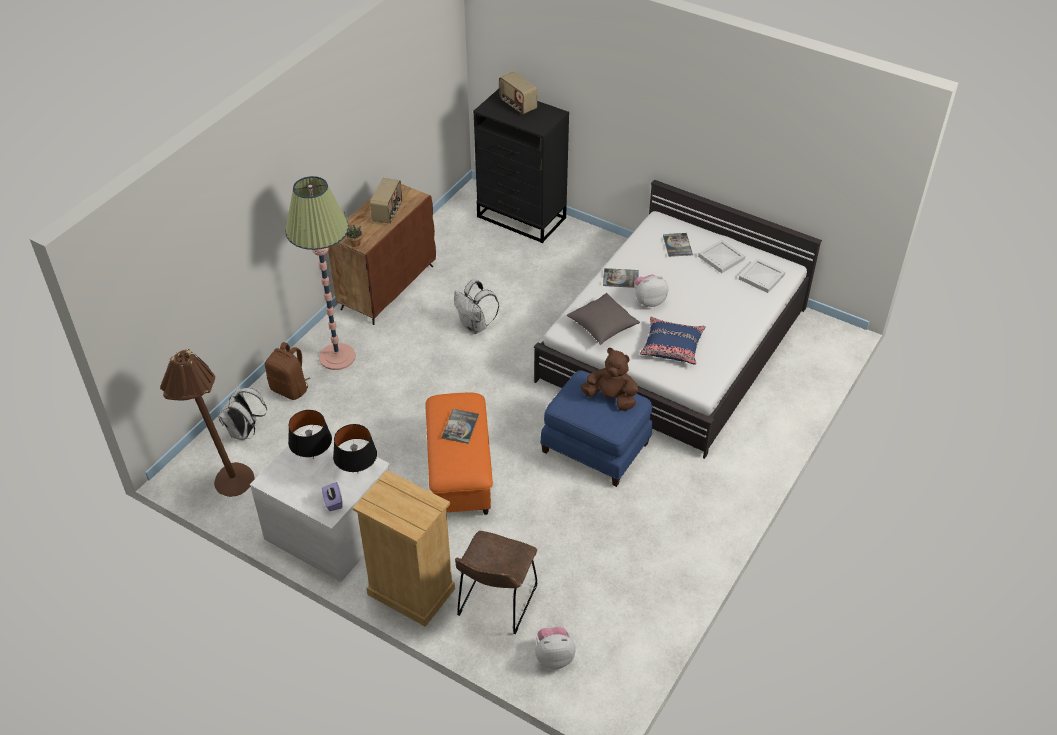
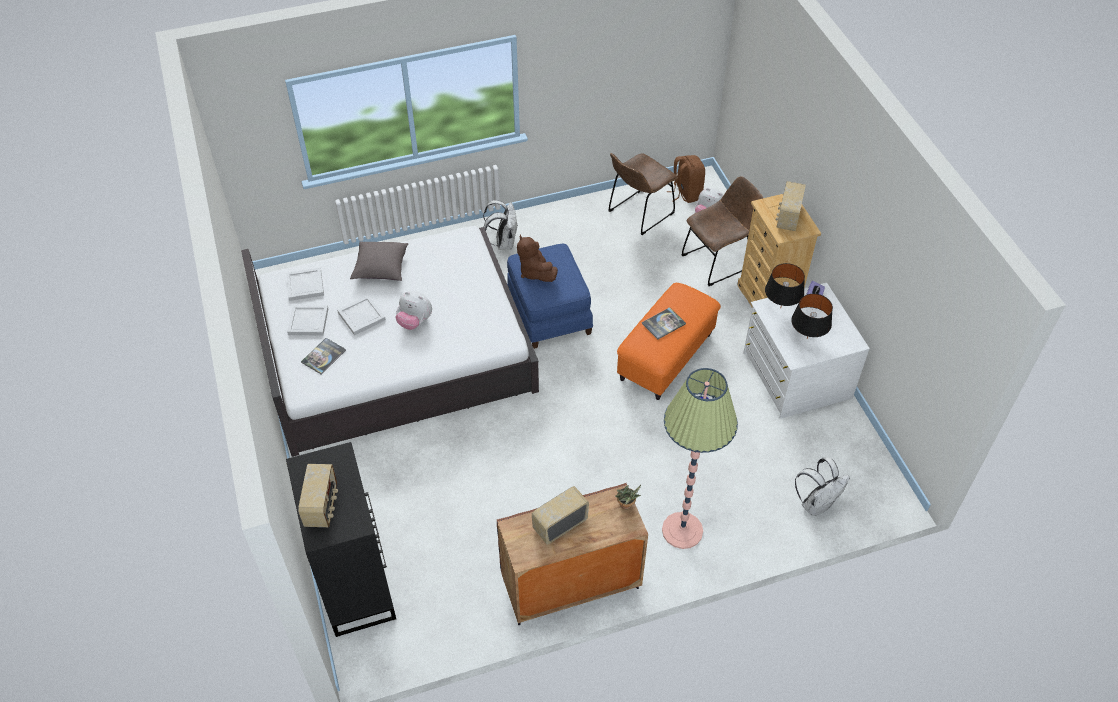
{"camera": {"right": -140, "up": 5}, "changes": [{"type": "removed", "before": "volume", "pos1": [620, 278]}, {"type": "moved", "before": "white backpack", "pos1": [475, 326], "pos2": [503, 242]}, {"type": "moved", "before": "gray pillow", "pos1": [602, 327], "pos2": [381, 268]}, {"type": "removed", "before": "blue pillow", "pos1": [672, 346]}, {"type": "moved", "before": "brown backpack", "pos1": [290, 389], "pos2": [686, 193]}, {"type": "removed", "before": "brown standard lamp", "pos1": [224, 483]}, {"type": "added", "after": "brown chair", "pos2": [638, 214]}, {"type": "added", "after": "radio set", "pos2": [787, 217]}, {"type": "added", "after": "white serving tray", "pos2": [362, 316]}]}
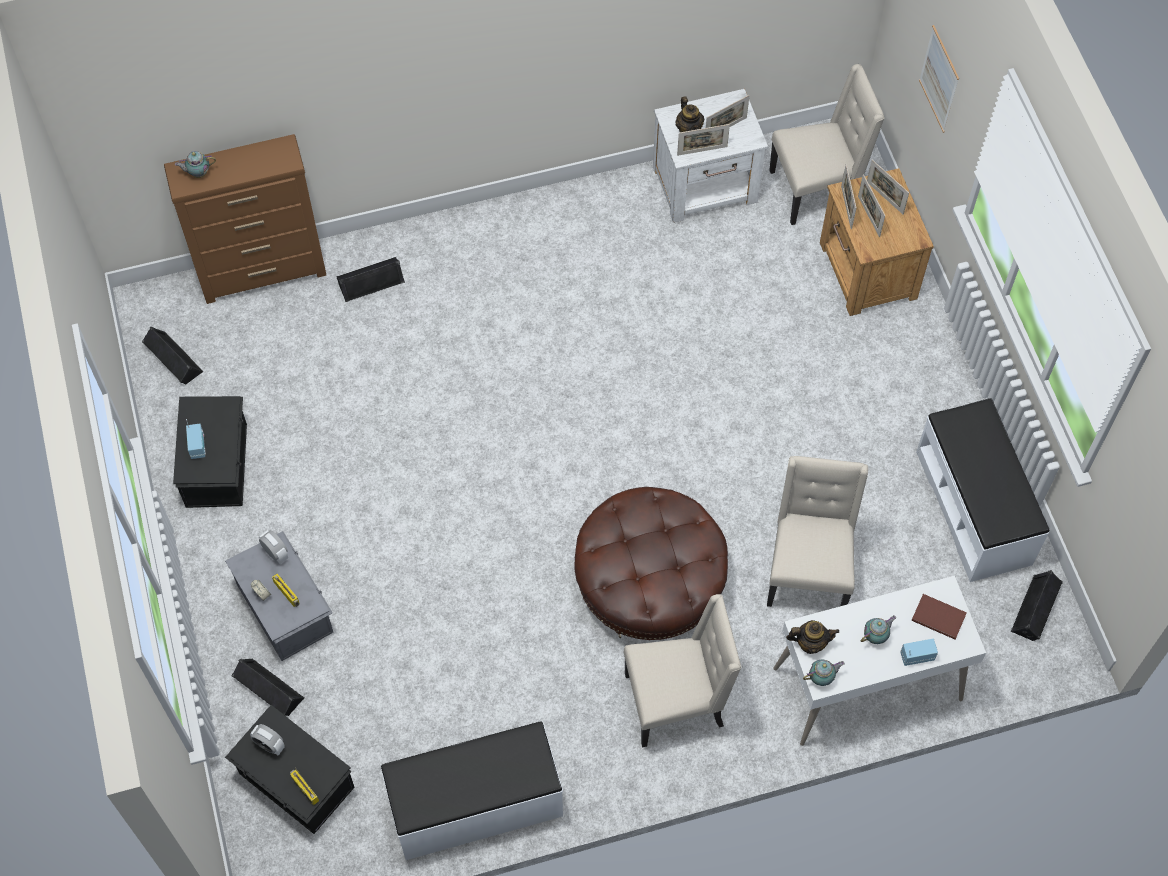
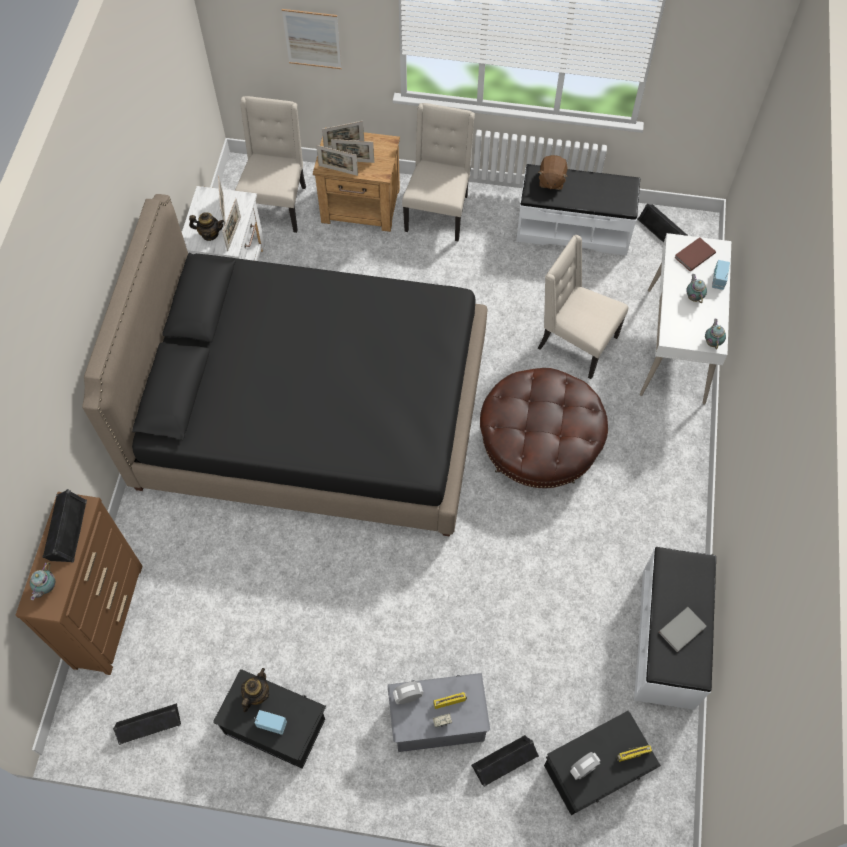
{"camera": {"right": -65, "up": 0}, "changes": [{"type": "moved", "before": "black audio speaker", "pos1": [370, 281], "pos2": [65, 530]}, {"type": "moved", "before": "beige-coloured chair", "pos1": [676, 701], "pos2": [438, 212]}, {"type": "moved", "before": "pot for tea", "pos1": [810, 643], "pos2": [256, 694]}, {"type": "added", "after": "brown cuddly toy", "pos2": [551, 180]}, {"type": "added", "after": "black bed", "pos2": [313, 413]}, {"type": "added", "after": "gray volume", "pos2": [683, 630]}]}
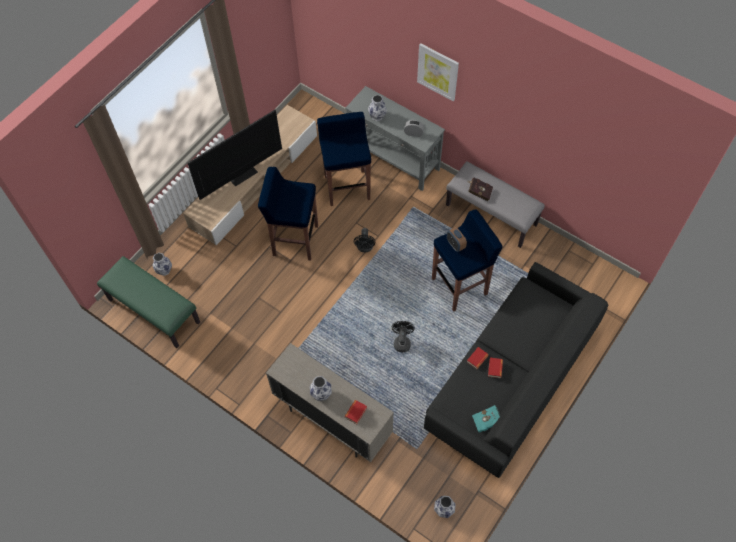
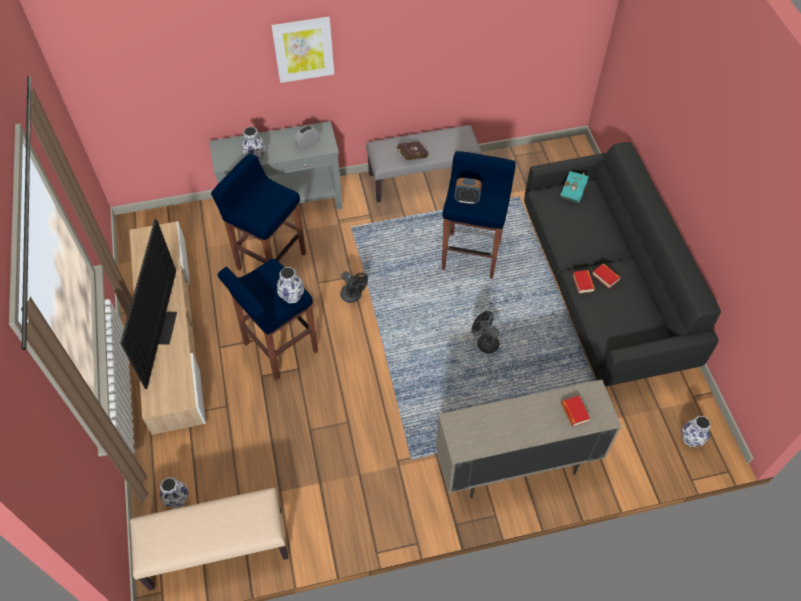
{"camera": {"right": -50, "up": -5}, "changes": [{"type": "recoloured", "before": "green-coloured long seat", "after": "beige-coloured long seat", "pos1": [153, 311], "pos2": [216, 550]}, {"type": "moved", "before": "vase", "pos1": [321, 394], "pos2": [291, 296]}, {"type": "moved", "before": "turquoise volume", "pos1": [487, 421], "pos2": [573, 191]}]}
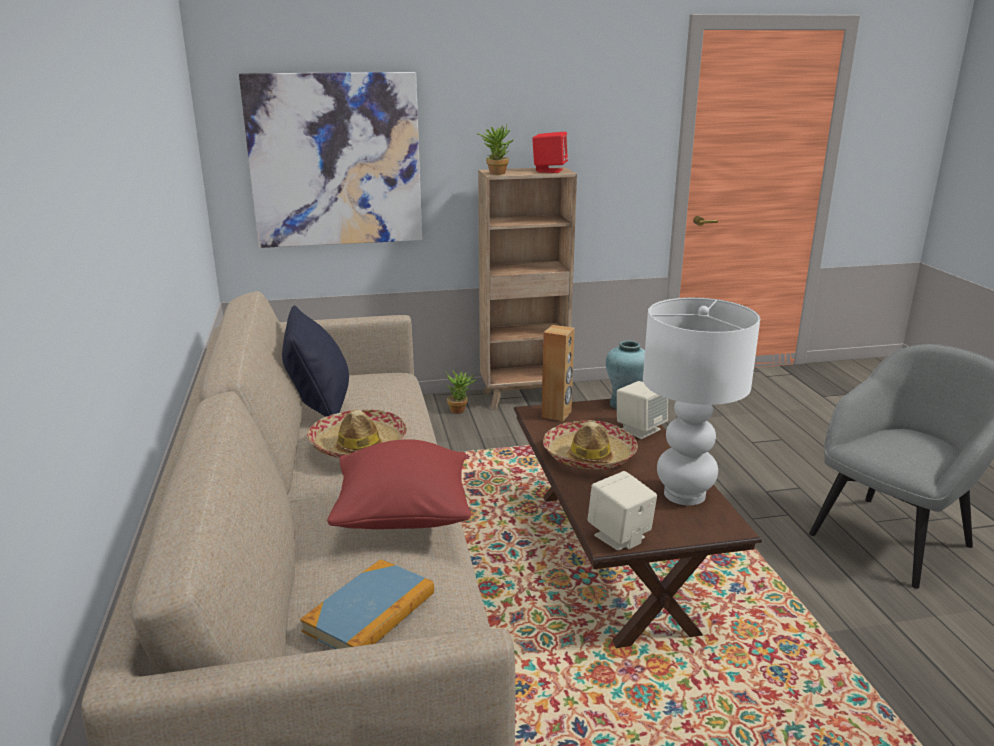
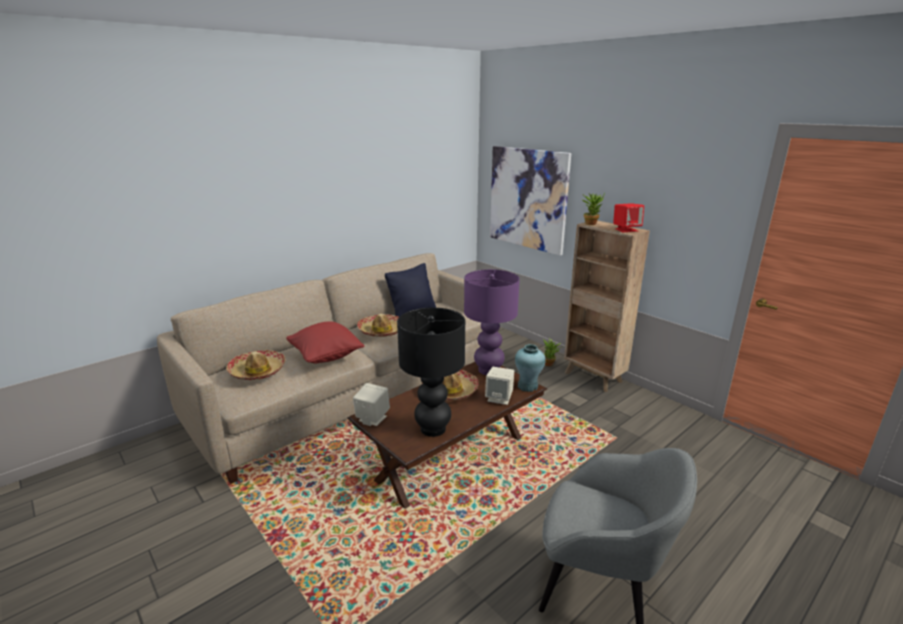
{"camera": {"right": 60, "up": 0}, "changes": [{"type": "recoloured", "before": "white table lamp", "after": "black table lamp", "pos1": [684, 495], "pos2": [432, 429]}, {"type": "replaced", "before": "brown audio speaker", "after": "purple table lamp", "pos1": [557, 414], "pos2": [489, 370]}, {"type": "replaced", "before": "volume", "after": "clothing hat", "pos1": [370, 612], "pos2": [257, 371]}]}
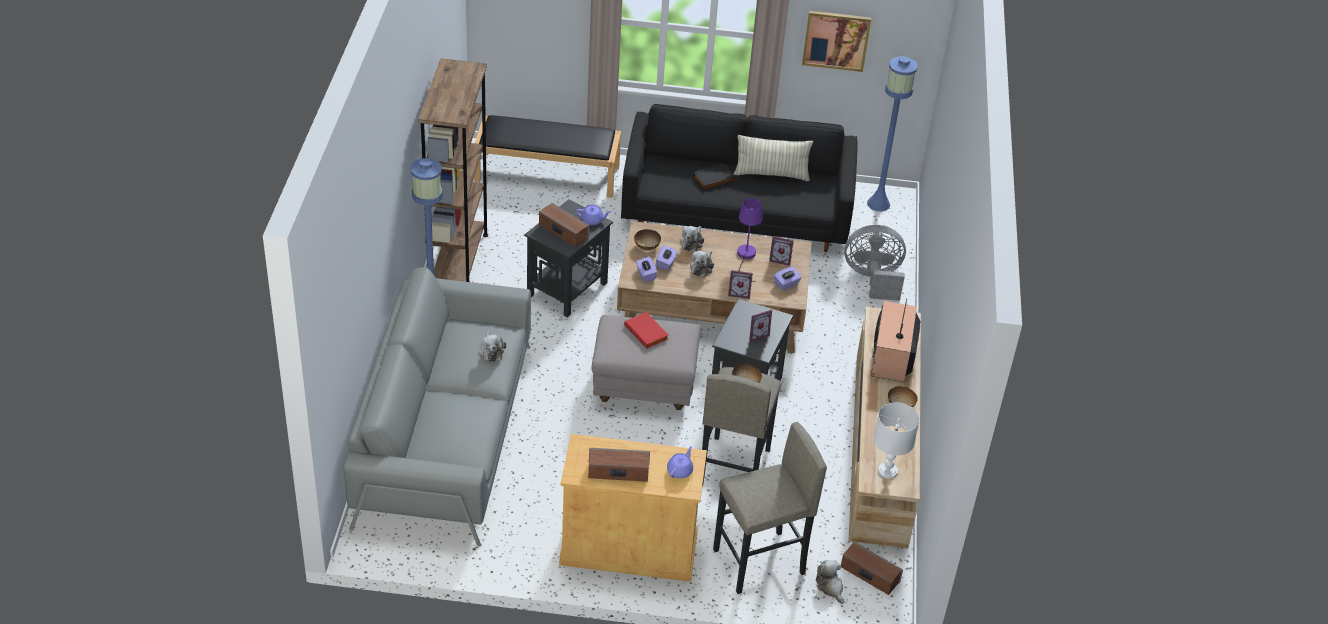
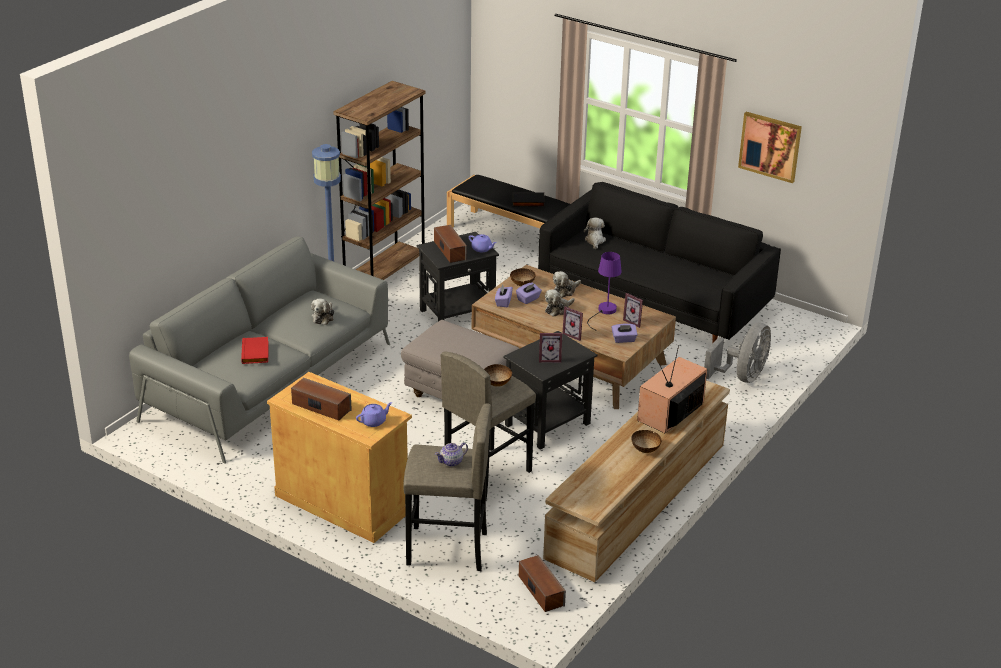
{"camera": {"right": 30, "up": -10}, "changes": [{"type": "removed", "before": "blue standard lamp", "pos1": [878, 203]}, {"type": "removed", "before": "pillow", "pos1": [771, 174]}, {"type": "moved", "before": "black volume", "pos1": [714, 179], "pos2": [528, 202]}, {"type": "turned", "before": "gray fan", "pos1": [873, 279], "pos2": [742, 377], "turn": 90}, {"type": "moved", "before": "red-coloured volume", "pos1": [647, 332], "pos2": [256, 353]}, {"type": "removed", "before": "white table lamp", "pos1": [887, 471]}, {"type": "moved", "before": "cuddly toy", "pos1": [830, 587], "pos2": [595, 241]}, {"type": "added", "after": "pot for tea", "pos2": [451, 462]}]}
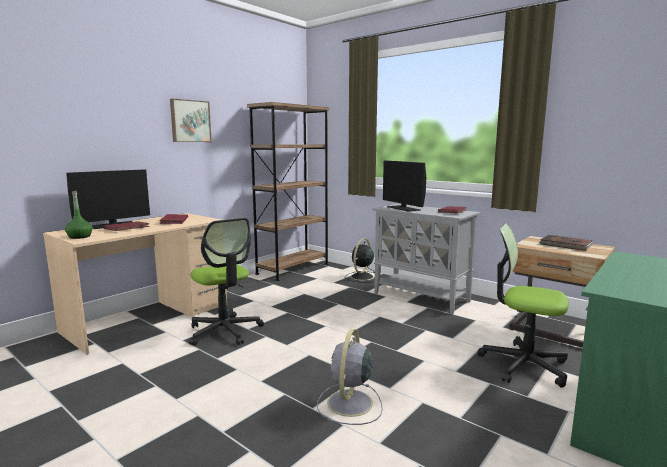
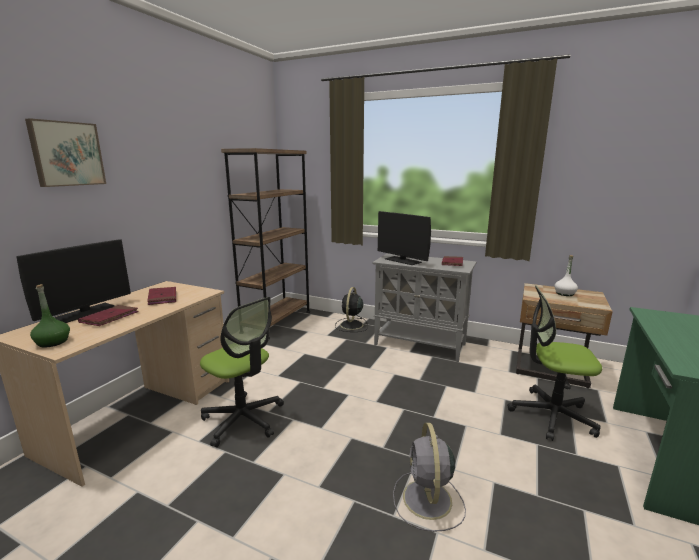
{"camera": {"right": -15, "up": 5}, "changes": [{"type": "moved", "before": "picture", "pos1": [190, 121], "pos2": [66, 154]}, {"type": "replaced", "before": "brown volume", "after": "white drink bottle", "pos1": [565, 245], "pos2": [564, 294]}]}
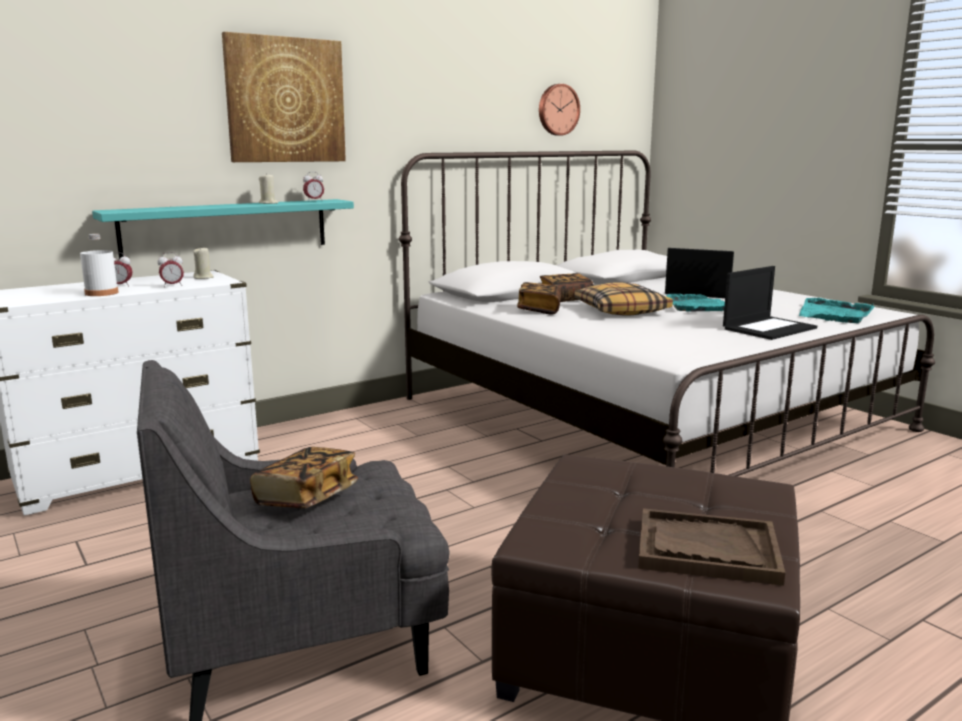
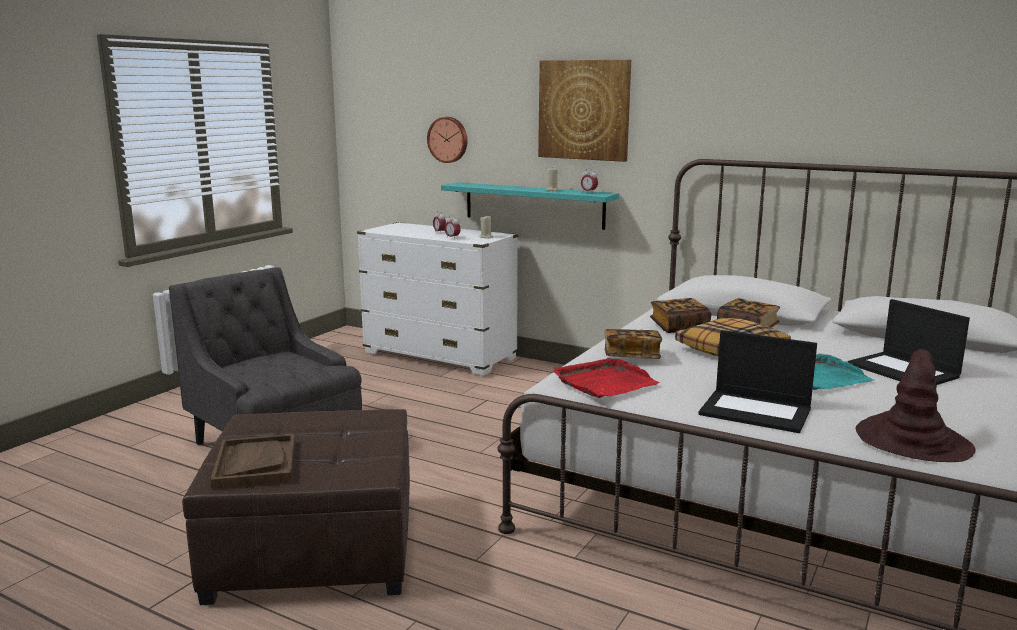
{"camera": {"right": 65, "up": 0}, "changes": [{"type": "moved", "before": "clock on the wall", "pos1": [557, 109], "pos2": [448, 139]}, {"type": "removed", "before": "white drink bottle", "pos1": [101, 293]}, {"type": "turned", "before": "notebook computer", "pos1": [699, 292], "pos2": [904, 371], "turn": 150}, {"type": "replaced", "before": "turquoise serving tray", "after": "brown clothing hat", "pos1": [834, 314], "pos2": [912, 441]}, {"type": "moved", "before": "volume", "pos1": [306, 498], "pos2": [631, 357]}, {"type": "added", "after": "red-coloured serving tray", "pos2": [604, 382]}]}
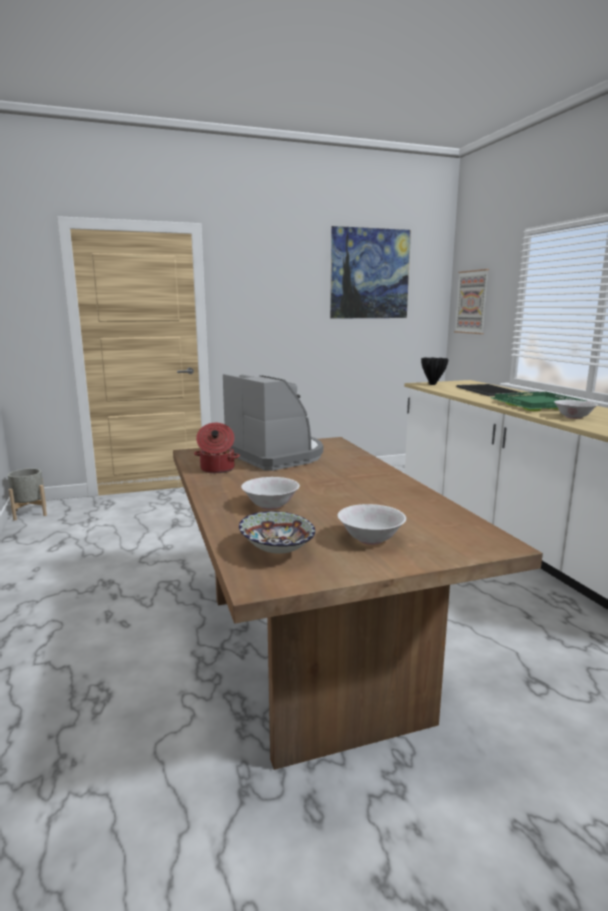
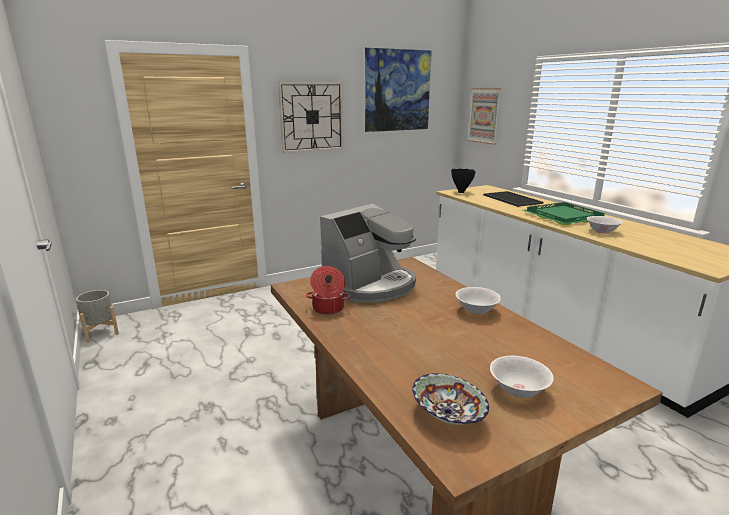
{"camera": {"right": -10, "up": 5}, "changes": [{"type": "turned", "before": "coffee machine", "pos1": [276, 455], "pos2": [370, 285], "turn": 90}, {"type": "moved", "before": "white serving bowl", "pos1": [270, 505], "pos2": [476, 310]}, {"type": "added", "after": "clock on the wall", "pos2": [311, 117]}]}
